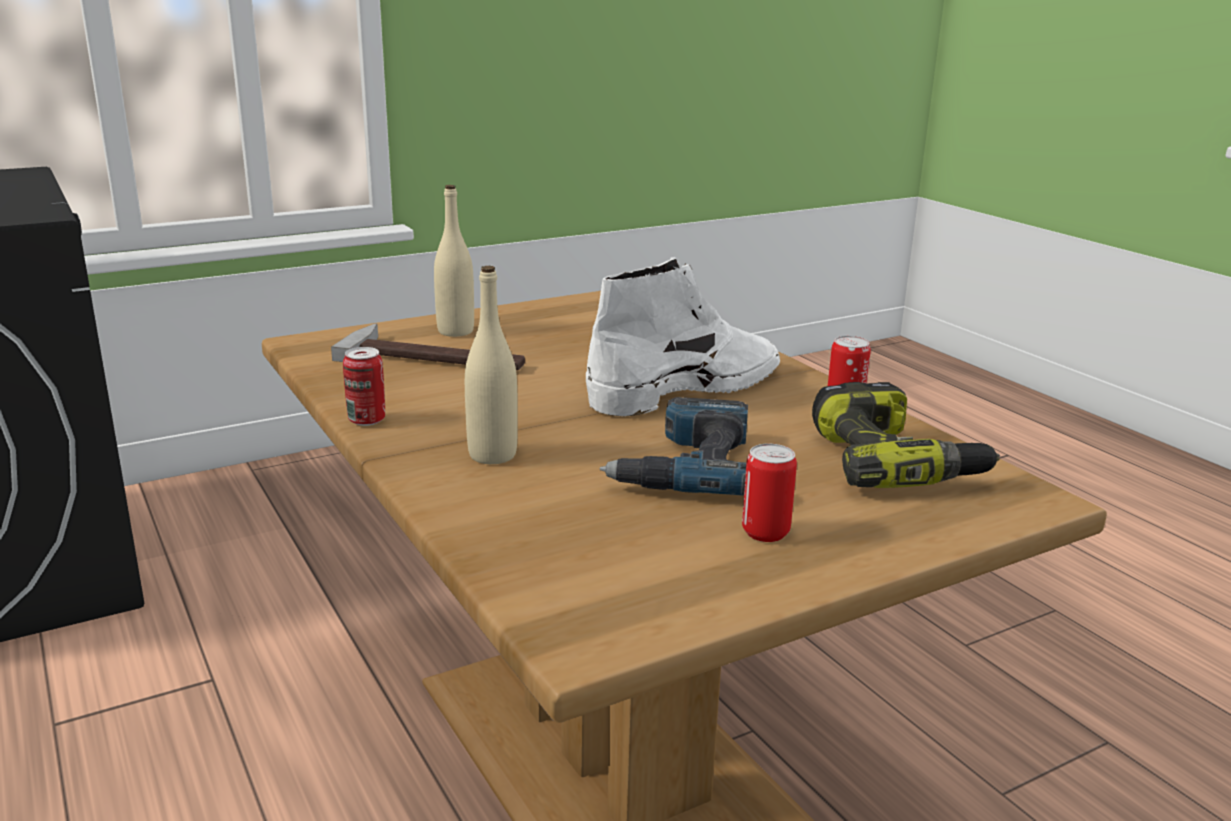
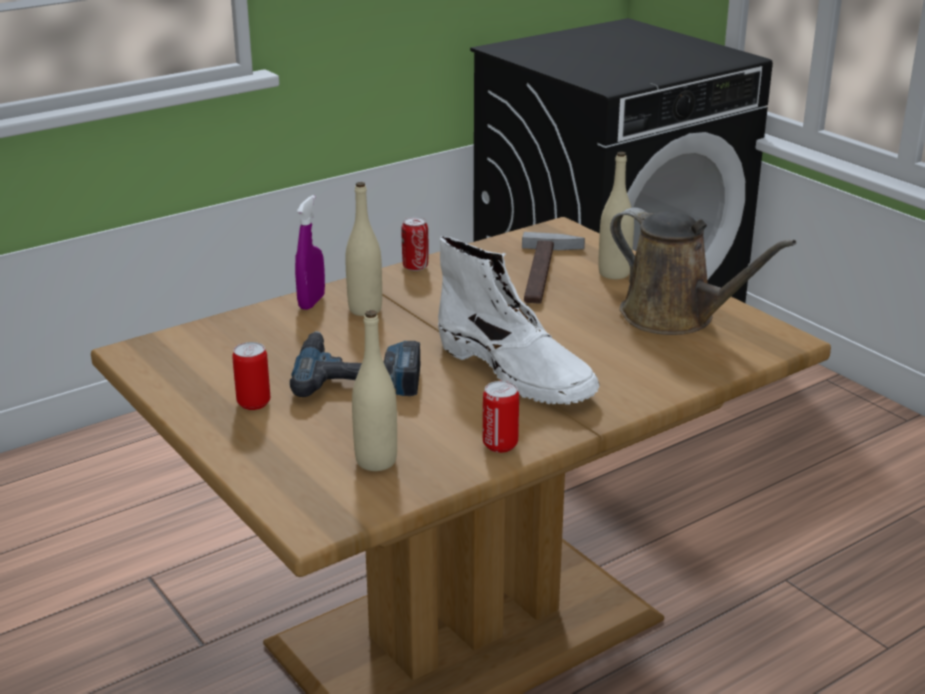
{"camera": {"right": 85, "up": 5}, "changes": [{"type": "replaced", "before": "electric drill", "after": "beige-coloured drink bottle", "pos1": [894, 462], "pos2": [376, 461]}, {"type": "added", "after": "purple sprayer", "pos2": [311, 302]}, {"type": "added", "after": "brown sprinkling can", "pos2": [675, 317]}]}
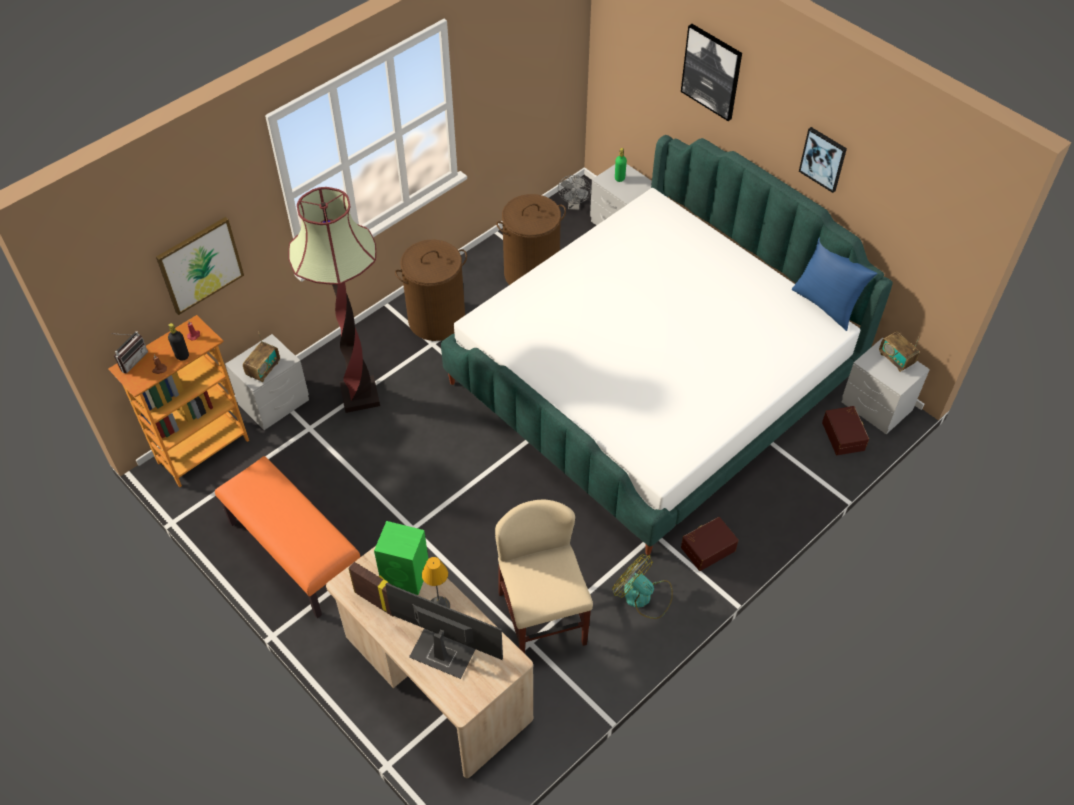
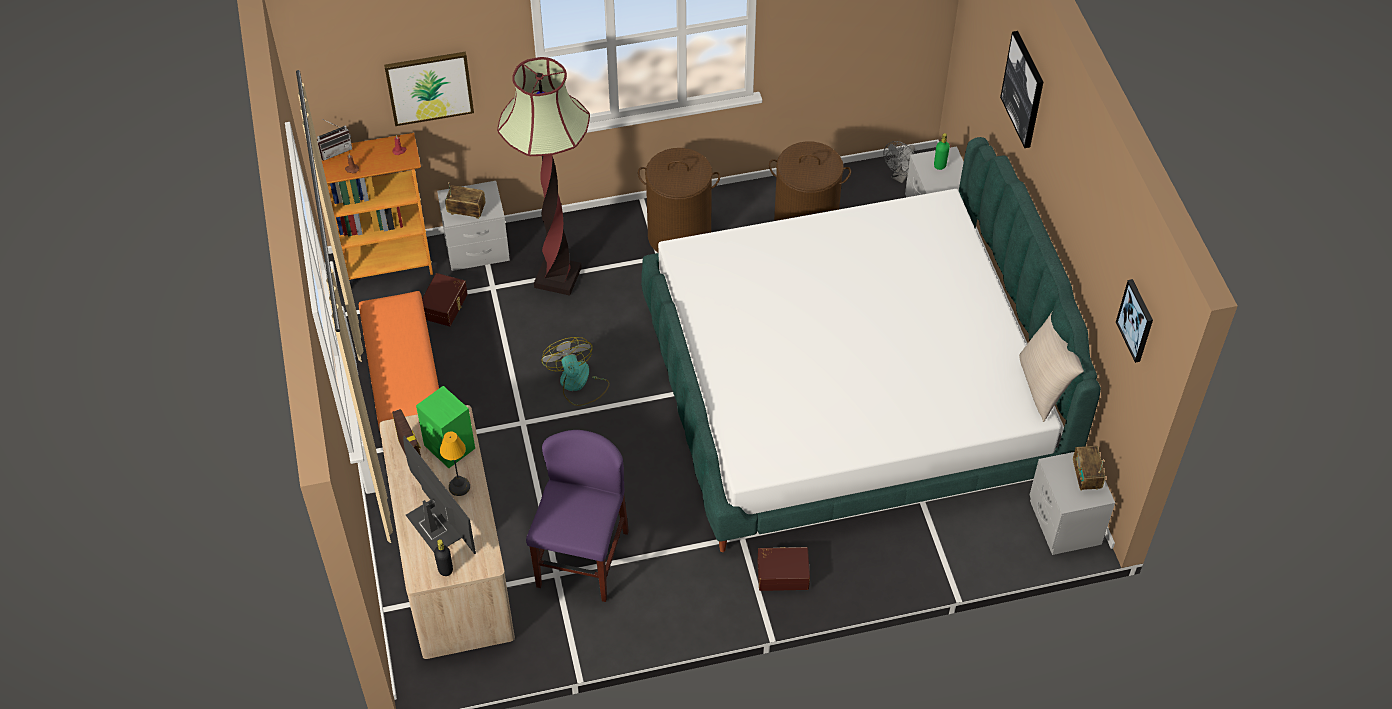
{"camera": {"right": 30, "up": 0}, "changes": [{"type": "moved", "before": "picture", "pos1": [823, 159], "pos2": [1136, 320]}, {"type": "recoloured", "before": "blue pillow", "after": "beige-coloured pillow", "pos1": [826, 304], "pos2": [1044, 386]}, {"type": "moved", "before": "black drink bottle", "pos1": [182, 356], "pos2": [445, 570]}, {"type": "turned", "before": "radio set", "pos1": [263, 370], "pos2": [466, 211], "turn": -135}, {"type": "moved", "before": "brown storage bin", "pos1": [844, 435], "pos2": [445, 306]}, {"type": "recoloured", "before": "beige-coloured chair", "after": "purple chair", "pos1": [542, 618], "pos2": [582, 559]}, {"type": "moved", "before": "fan", "pos1": [643, 597], "pos2": [578, 384]}]}
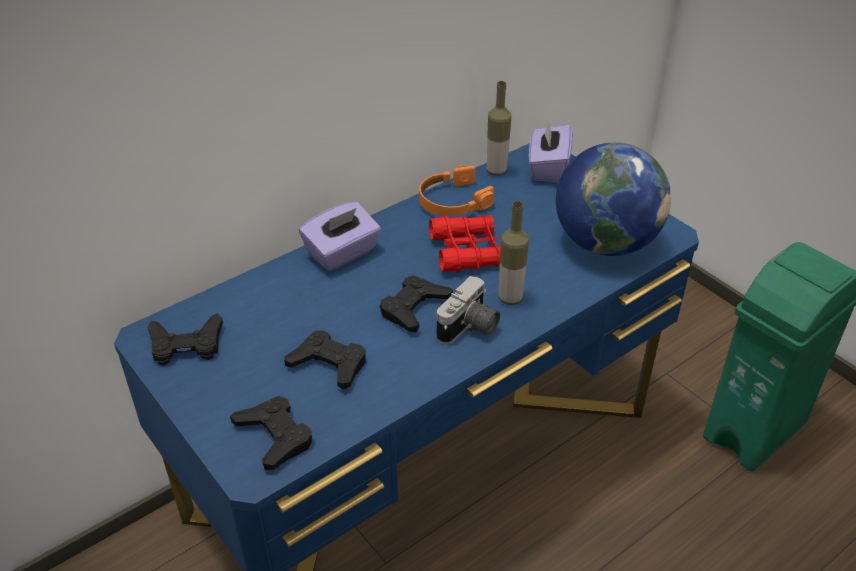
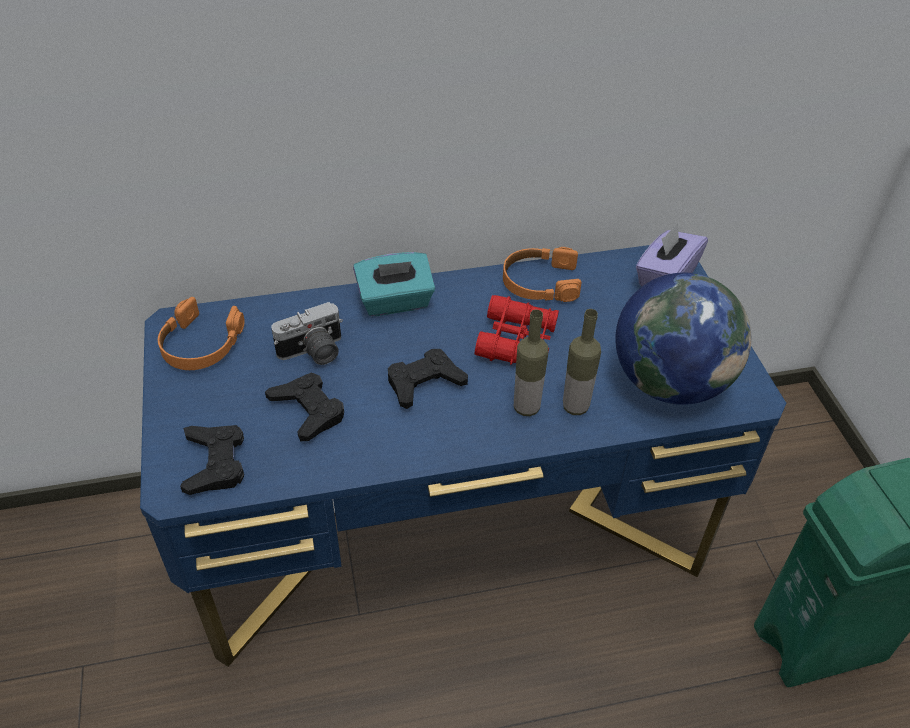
{"camera": {"right": 25, "up": 5}, "changes": [{"type": "moved", "before": "drink bottle", "pos1": [496, 171], "pos2": [575, 407]}, {"type": "recoloured", "before": "purple box of tissues", "after": "turquoise box of tissues", "pos1": [342, 253], "pos2": [395, 302]}, {"type": "moved", "before": "photo camera", "pos1": [470, 329], "pos2": [313, 353]}, {"type": "replaced", "before": "black joypad", "after": "orangey pair of headphones", "pos1": [186, 345], "pos2": [200, 344]}]}
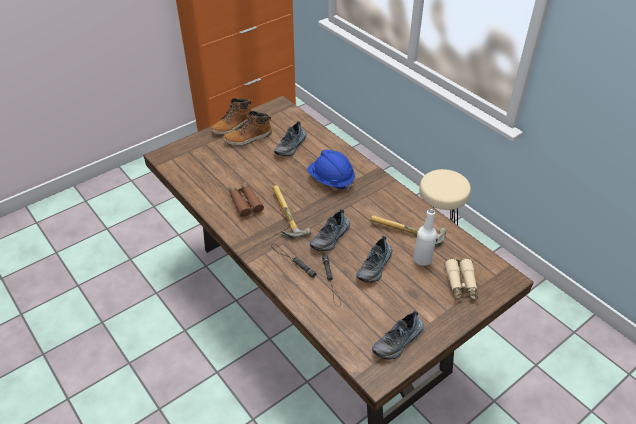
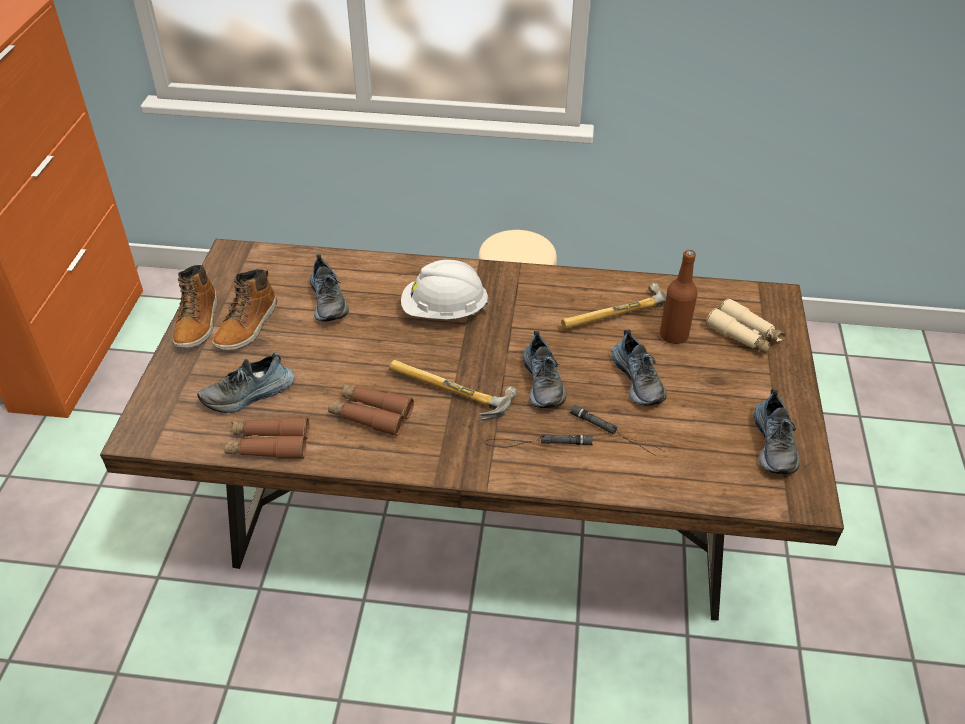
{"camera": {"right": -45, "up": 0}, "changes": [{"type": "recoloured", "before": "blue work helmet", "after": "white work helmet", "pos1": [331, 180], "pos2": [444, 311]}, {"type": "recoloured", "before": "white drink bottle", "after": "brown drink bottle", "pos1": [422, 259], "pos2": [673, 335]}, {"type": "added", "after": "low shoe", "pos2": [249, 395]}, {"type": "added", "after": "brown pair of binoculars", "pos2": [268, 445]}]}
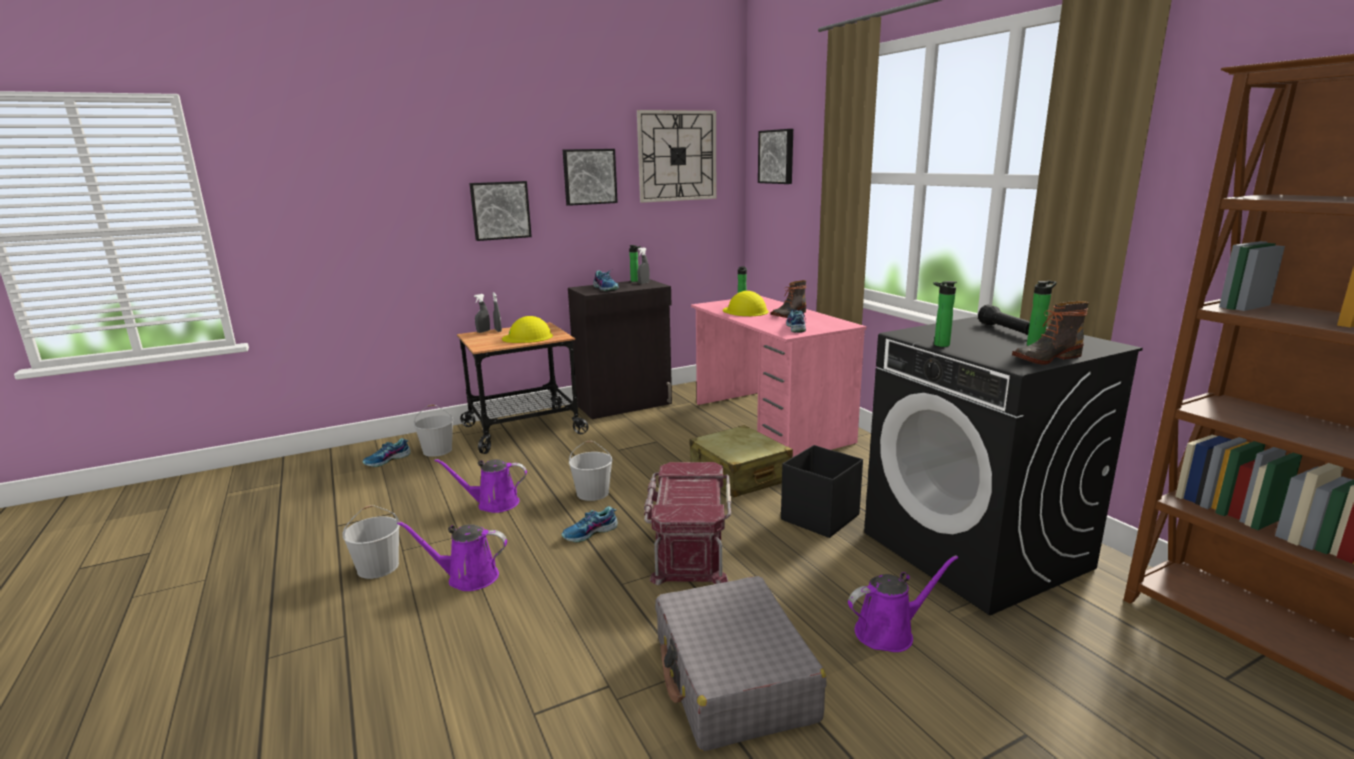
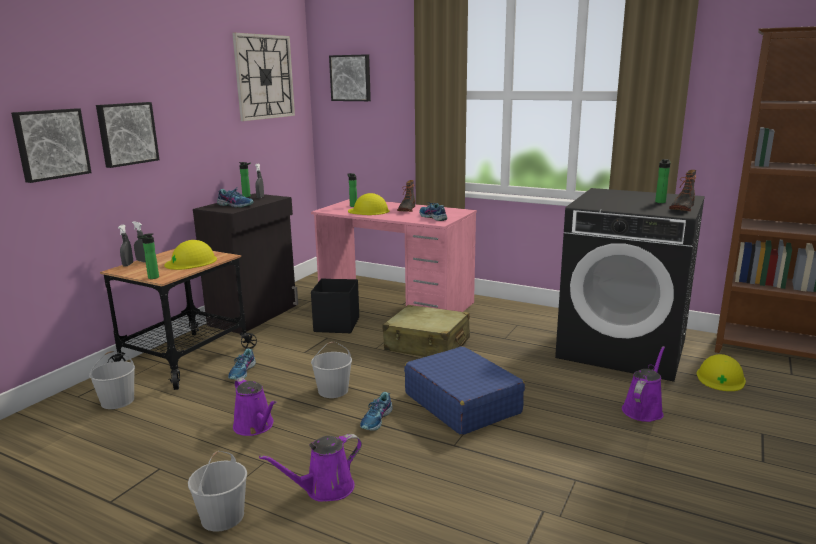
{"camera": {"right": -35, "up": 0}, "changes": [{"type": "moved", "before": "picture", "pos1": [589, 176], "pos2": [51, 144]}, {"type": "moved", "before": "drink bottle", "pos1": [939, 345], "pos2": [151, 277]}, {"type": "removed", "before": "black torch", "pos1": [1006, 331]}, {"type": "moved", "before": "low shoe", "pos1": [387, 460], "pos2": [243, 372]}, {"type": "moved", "before": "black storage bin", "pos1": [819, 518], "pos2": [336, 325]}, {"type": "turned", "before": "purple sprinkling can", "pos1": [493, 504], "pos2": [255, 426], "turn": -90}, {"type": "replaced", "before": "red-coloured storage bin", "after": "blue travel case", "pos1": [688, 546], "pos2": [462, 403]}, {"type": "removed", "before": "gray travel case", "pos1": [733, 679]}, {"type": "added", "after": "yellow-coloured work helmet", "pos2": [720, 378]}]}
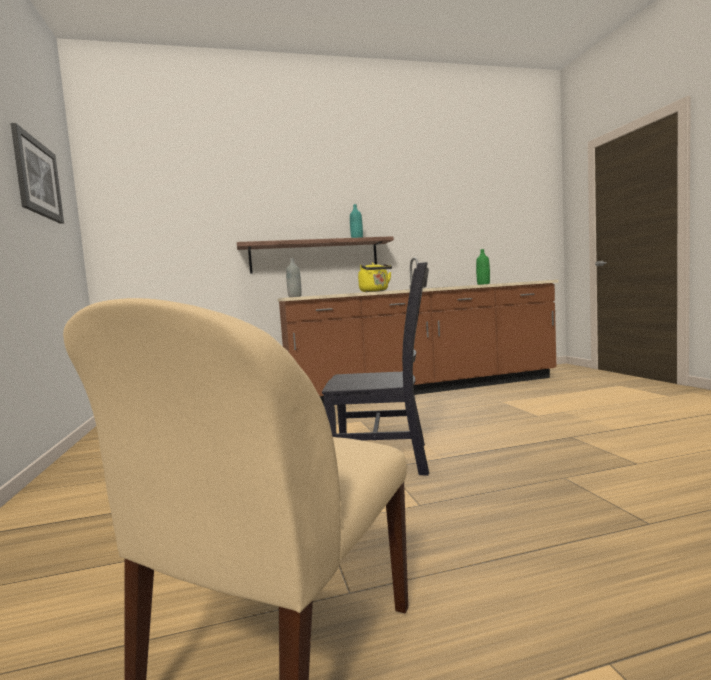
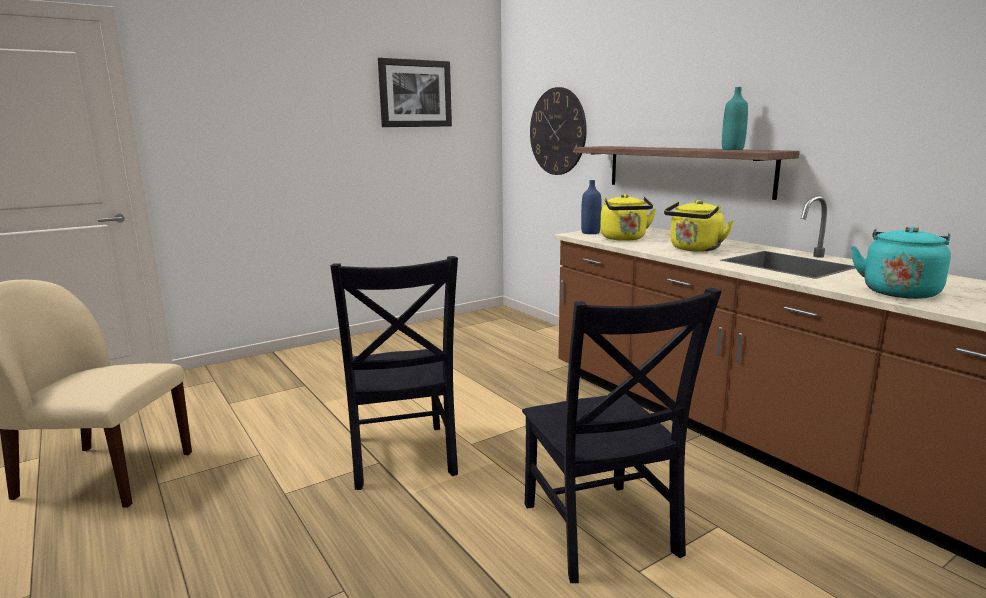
{"camera": {"right": 70, "up": 10}, "changes": [{"type": "replaced", "before": "green-coloured drink bottle", "after": "turquoise tea kettle", "pos1": [483, 284], "pos2": [899, 291]}, {"type": "recoloured", "before": "gray drink bottle", "after": "blue drink bottle", "pos1": [295, 296], "pos2": [590, 233]}, {"type": "added", "after": "clock on the wall", "pos2": [557, 131]}, {"type": "added", "after": "yellow-coloured tea kettle", "pos2": [624, 239]}, {"type": "added", "after": "black chair", "pos2": [601, 533]}]}
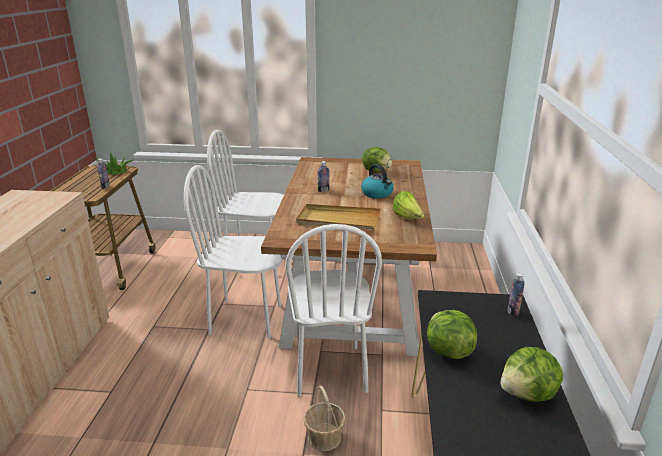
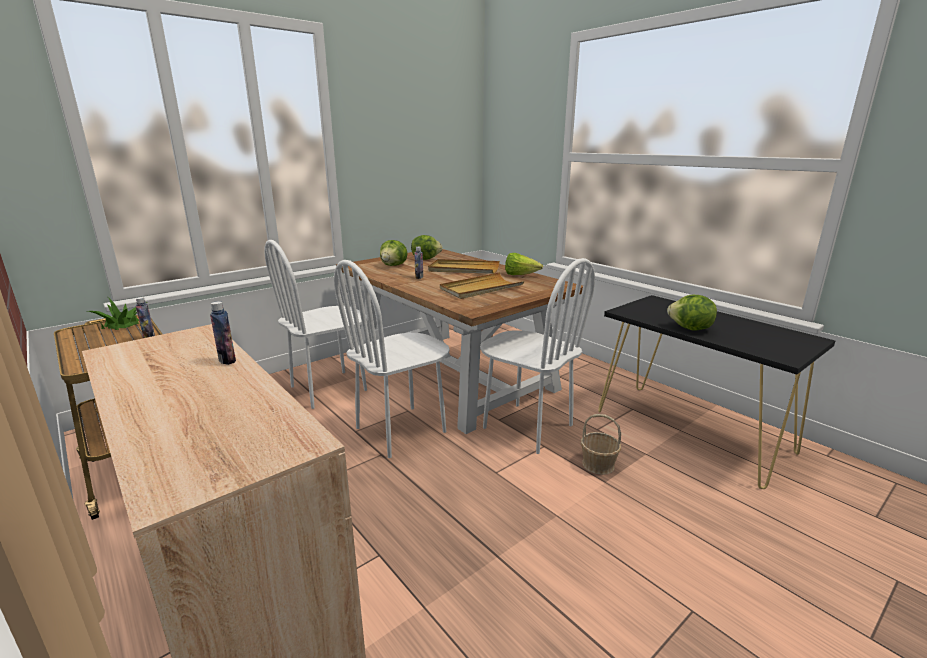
{"camera": {"right": -45, "up": -5}, "changes": [{"type": "replaced", "before": "tea kettle", "after": "beige-coloured serving tray", "pos1": [377, 193], "pos2": [463, 269]}, {"type": "moved", "before": "drink bottle", "pos1": [513, 312], "pos2": [227, 360]}, {"type": "moved", "before": "head of lettuce", "pos1": [528, 394], "pos2": [394, 265]}]}
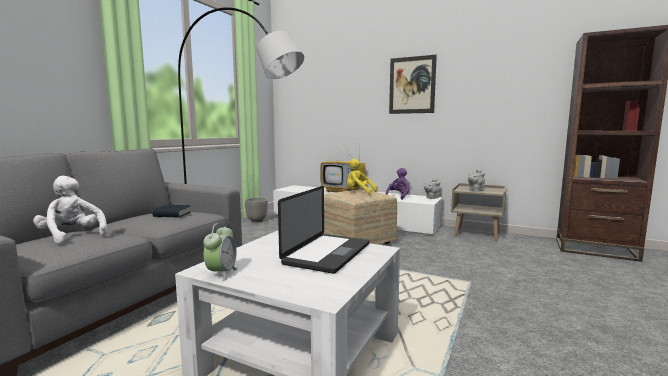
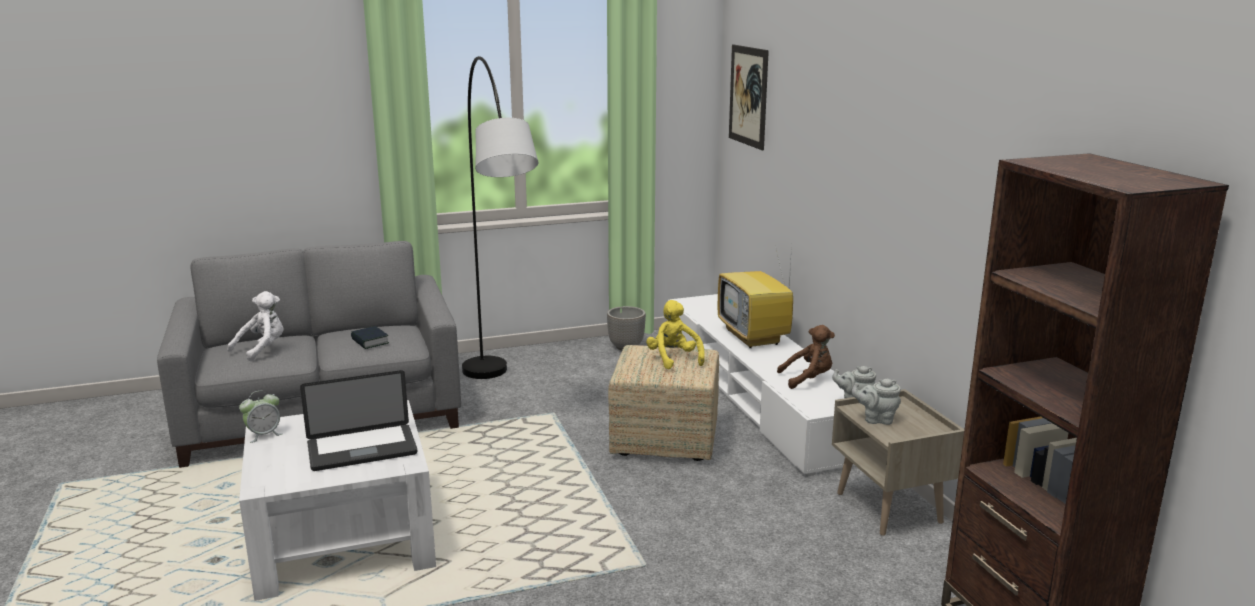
{"camera": {"right": 45, "up": 10}, "changes": [{"type": "moved", "before": "picture", "pos1": [412, 85], "pos2": [748, 96]}, {"type": "recoloured", "before": "purple cuddly toy", "after": "brown cuddly toy", "pos1": [398, 196], "pos2": [808, 379]}, {"type": "turned", "before": "white cuddly toy", "pos1": [72, 236], "pos2": [262, 349], "turn": 45}]}
